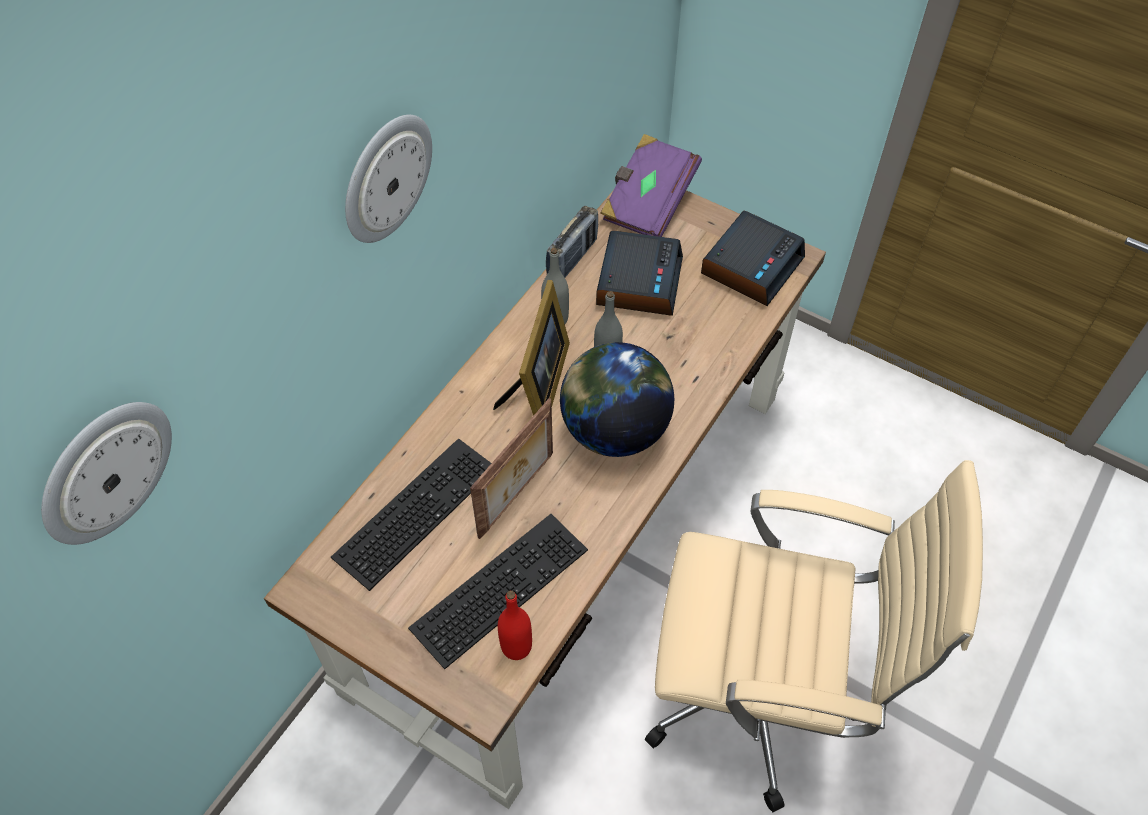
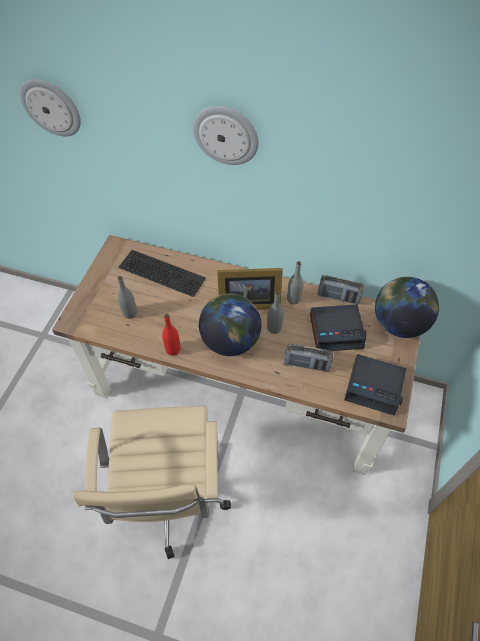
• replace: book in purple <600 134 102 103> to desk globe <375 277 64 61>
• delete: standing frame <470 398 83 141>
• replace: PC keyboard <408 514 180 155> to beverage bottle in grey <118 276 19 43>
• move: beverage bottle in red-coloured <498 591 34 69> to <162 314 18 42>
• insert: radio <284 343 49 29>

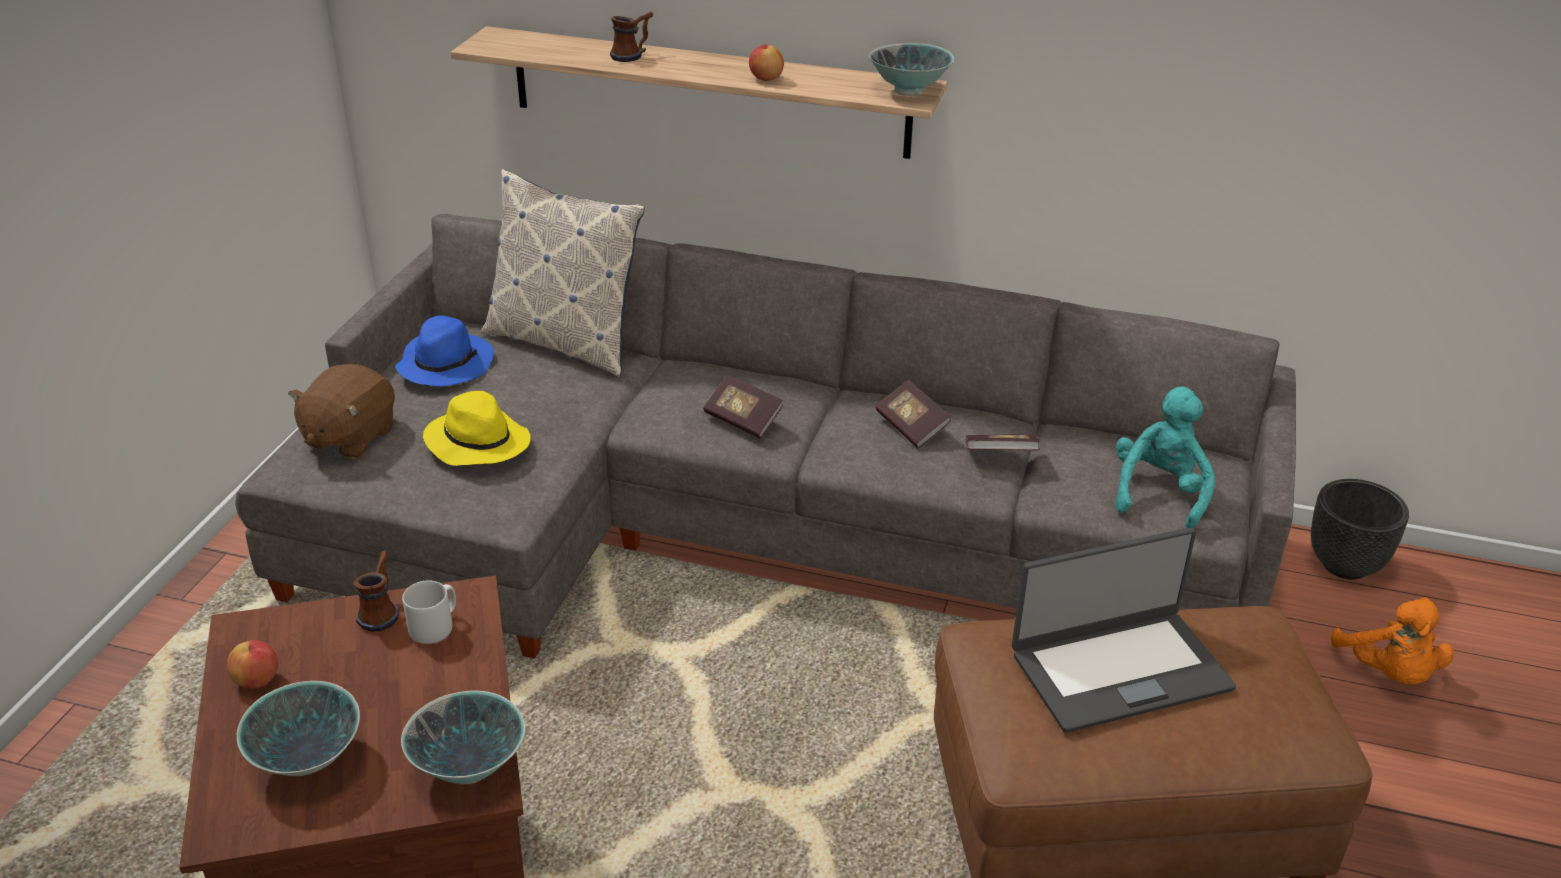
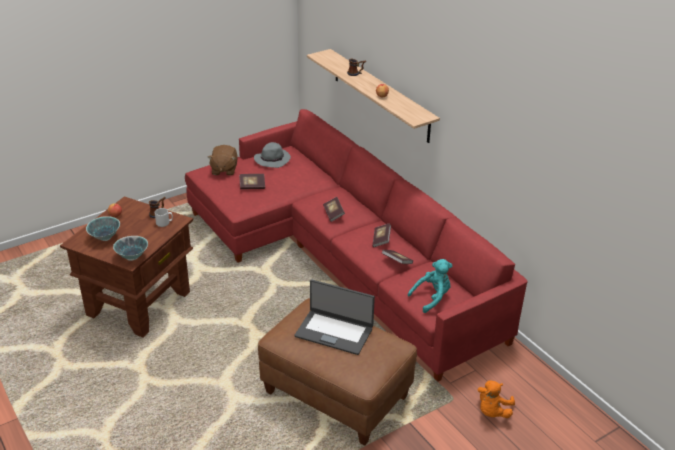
• delete: serving bowl <869 43 85 53>
• delete: pillow <481 169 164 208>
• recolor: sofa in grey <235 214 1061 445> to sofa in red-coloured <185 109 342 273>
• recolor: clothing hat in blue-coloured <395 316 99 70> to clothing hat in grey <254 142 37 26>
• rotate: cuddly toy in brownish <288 364 107 95> = <207 145 31 30> 60 degrees counterclockwise
• replace: clothing hat in yellow-coloured <423 391 107 75> to book <239 174 26 15>
• delete: flower pot in black-coloured <1311 479 98 101>

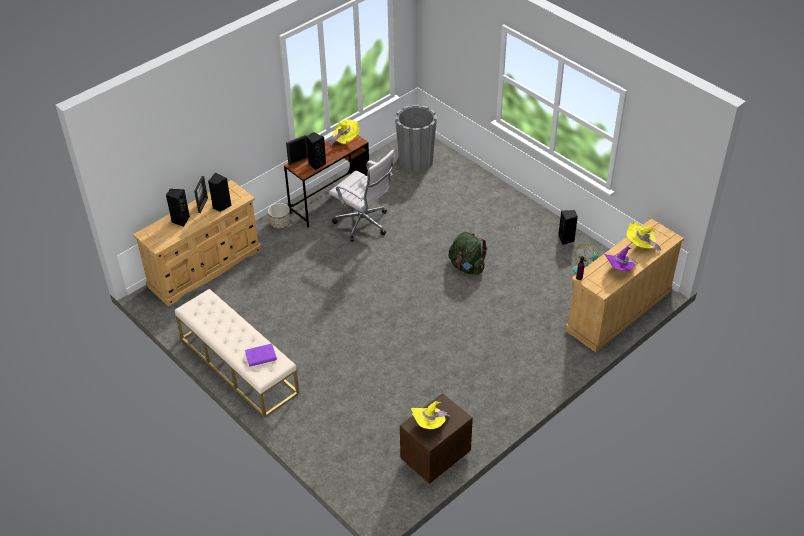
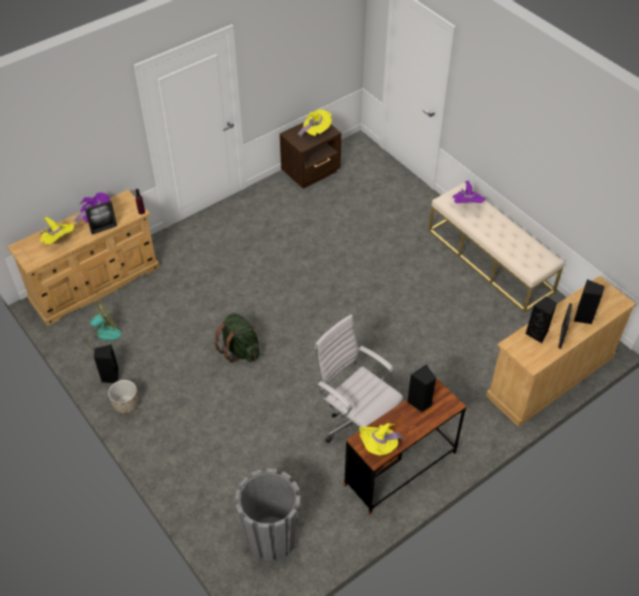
• move: standing frame <286 135 22 31> to <85 201 32 34>
• move: flower pot <268 203 22 26> to <108 380 31 34>
• replace: book in purple <245 344 32 23> to clothing hat in purple <452 181 33 23>

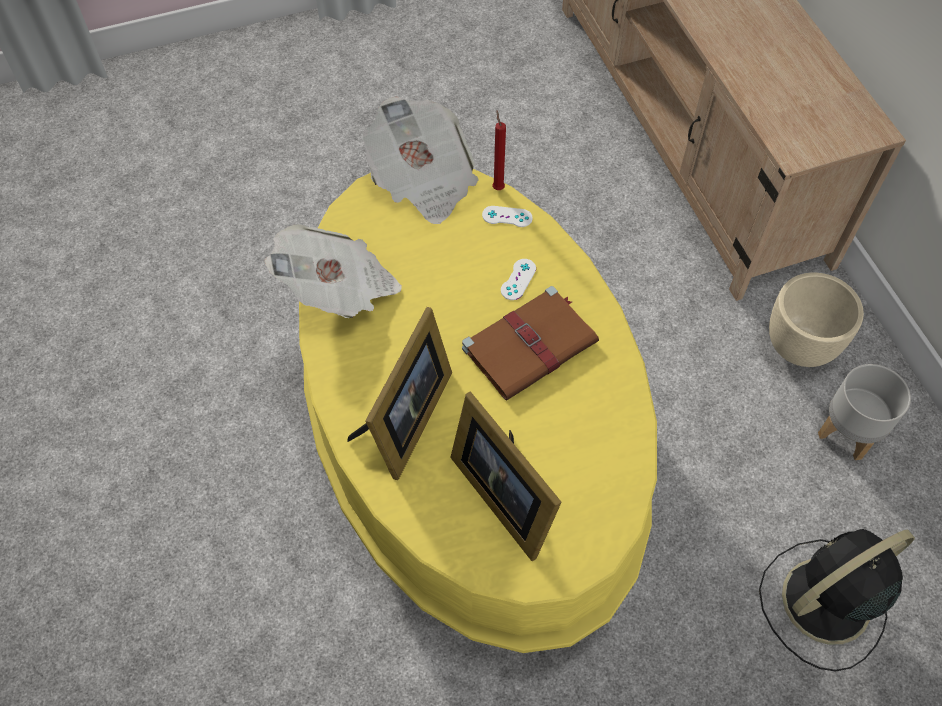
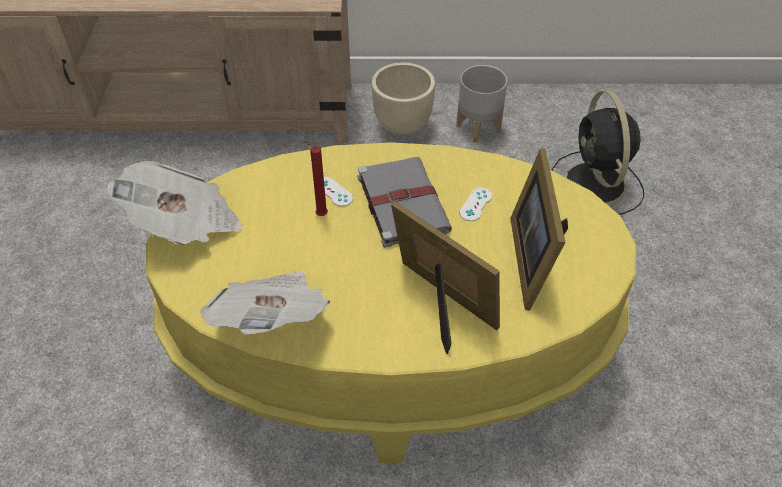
• move: wax light in red-coloured <493 111 13 79> to <303 141 25 75>
• move: gamepad in white <482 206 51 21> to <460 187 32 34>
• recolor: book in brownish <462 286 137 115> to book in grey <358 157 94 91>
• rotate: standing frame <450 391 112 170> = <510 148 58 162> 105 degrees clockwise

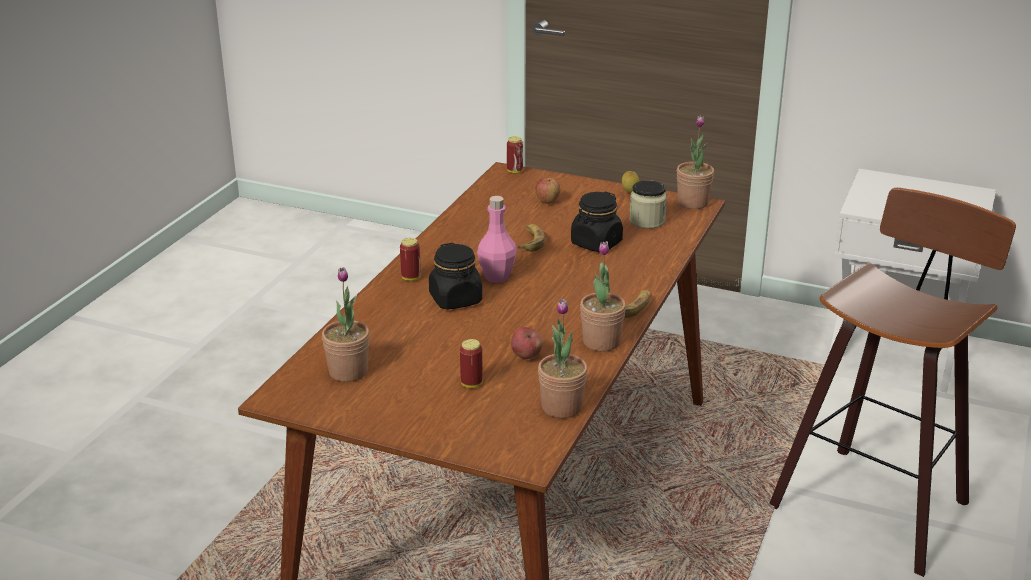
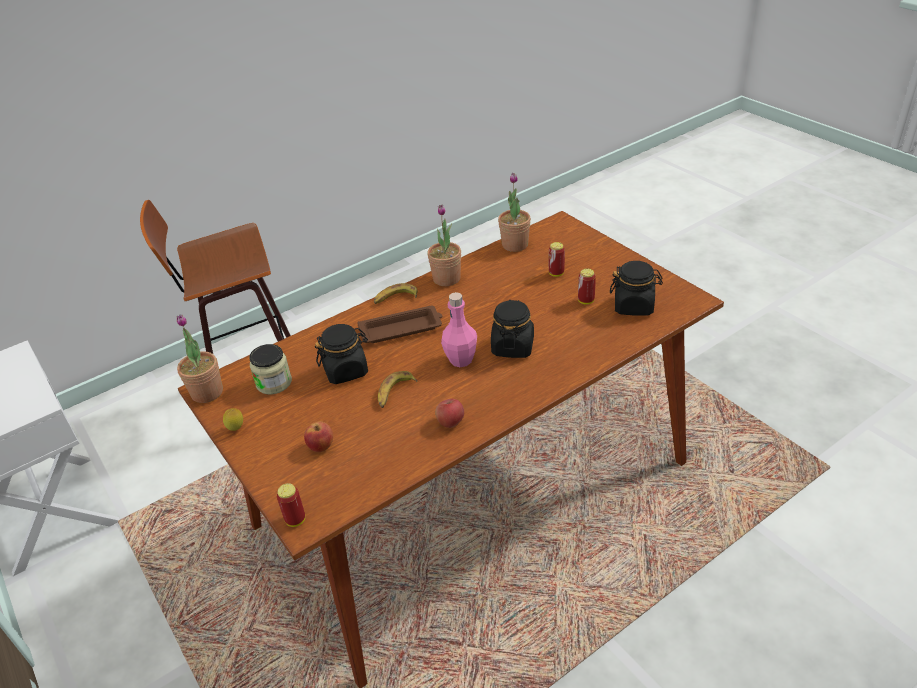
• move: can <400 238 21 43> to <578 269 18 36>
• replace: potted plant <322 267 48 115> to jar in black-coloured <610 261 53 55>
• move: apple fruit <511 327 32 32> to <435 399 29 29>
• insert: serving tray in brownish <357 305 85 38>

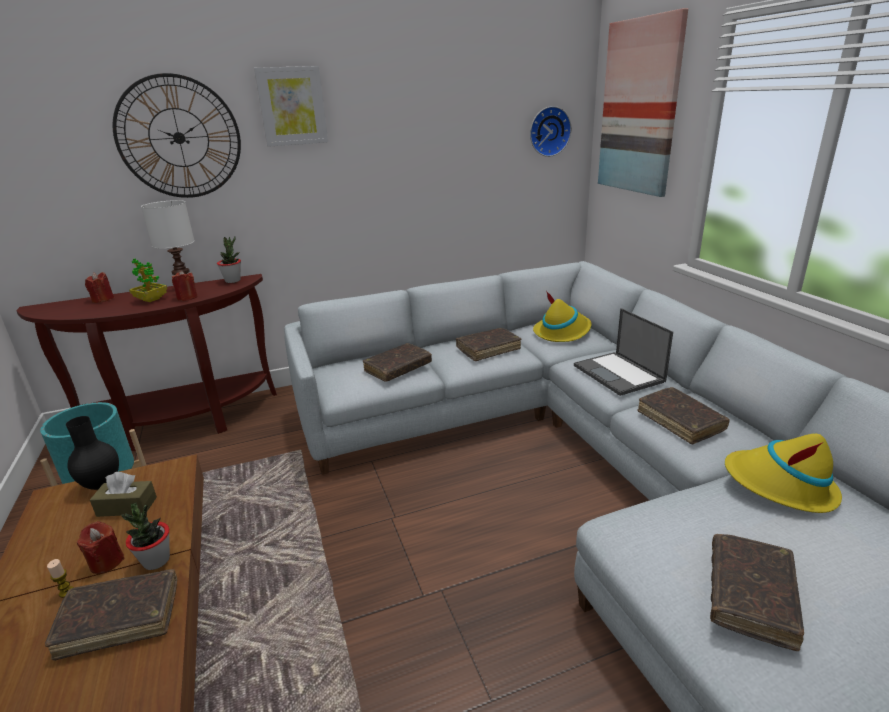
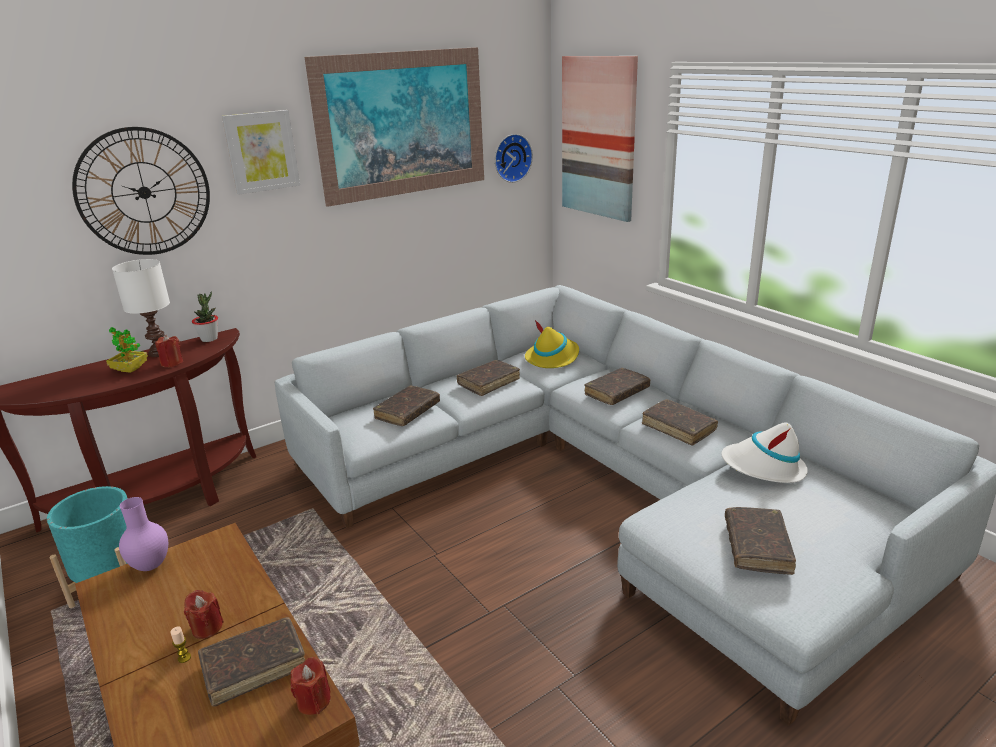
• move: wax light in red-coloured <85 272 29 31> to <291 657 40 58>
• replace: portable computer <574 308 99 88> to book in brownish <585 368 65 37>
• recolor: vase in black-coloured <66 416 53 74> to vase in purple <119 497 49 74>
• recolor: clothing hat in yellow-coloured <725 433 117 80> to clothing hat in white <721 422 87 61>
• delete: tissue holder in brownish <90 472 67 45>
• delete: potted plant <121 503 49 67>
• insert: picture <304 47 180 160>

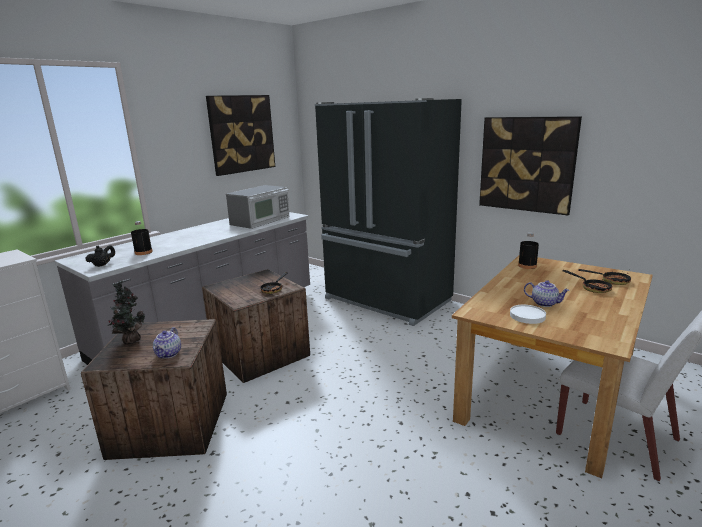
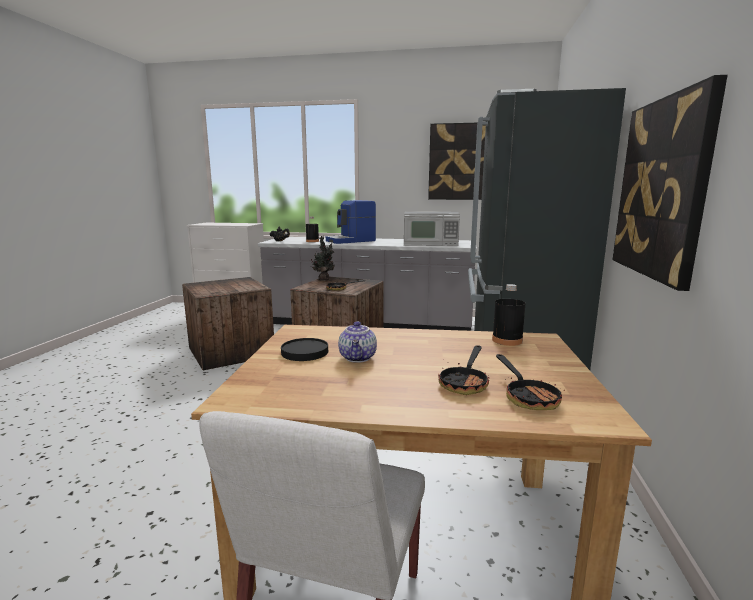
• move: potted plant <107 281 38 63> to <311 236 24 44>
• recolor: dinner plate in white <510 305 36 19> to dinner plate in black-coloured <281 338 47 23>
• delete: tea pot <153 327 28 32>
• insert: coffee brewer <326 200 50 44>

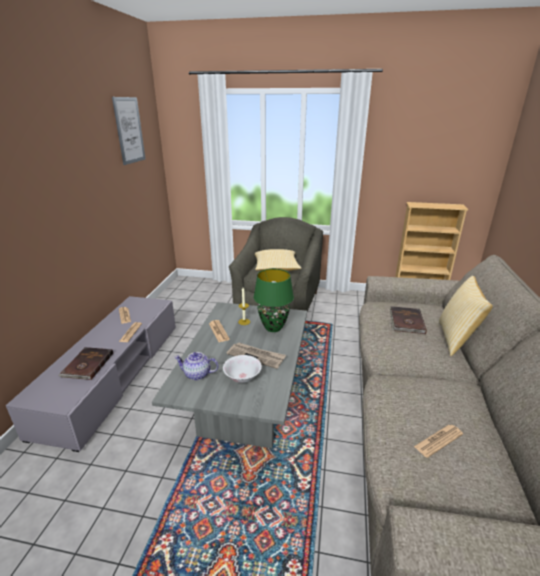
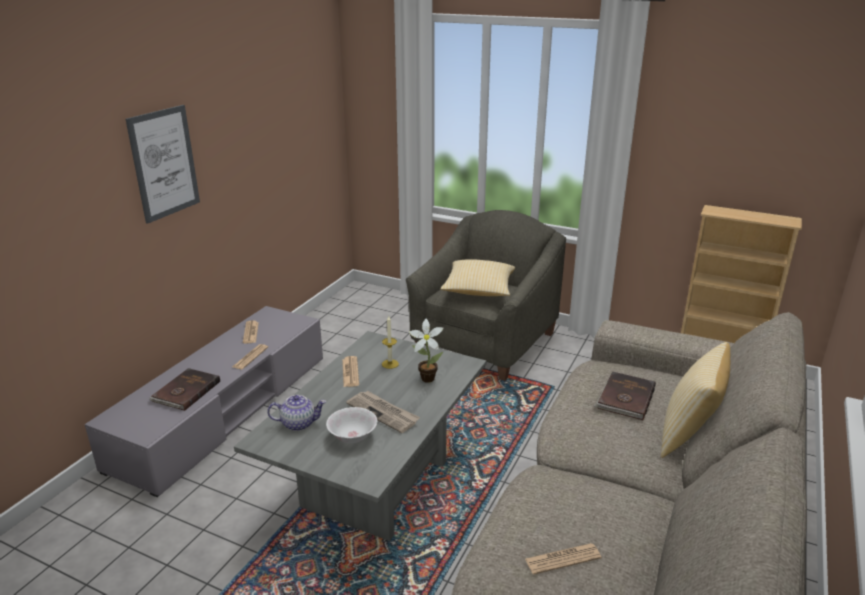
• move: picture <112 97 34 68> to <126 105 74 119>
• replace: table lamp in greenish <254 269 40 63> to potted plant <409 319 35 64>
• rotate: tea pot <174 352 45 28> = <267 395 59 36> 150 degrees clockwise

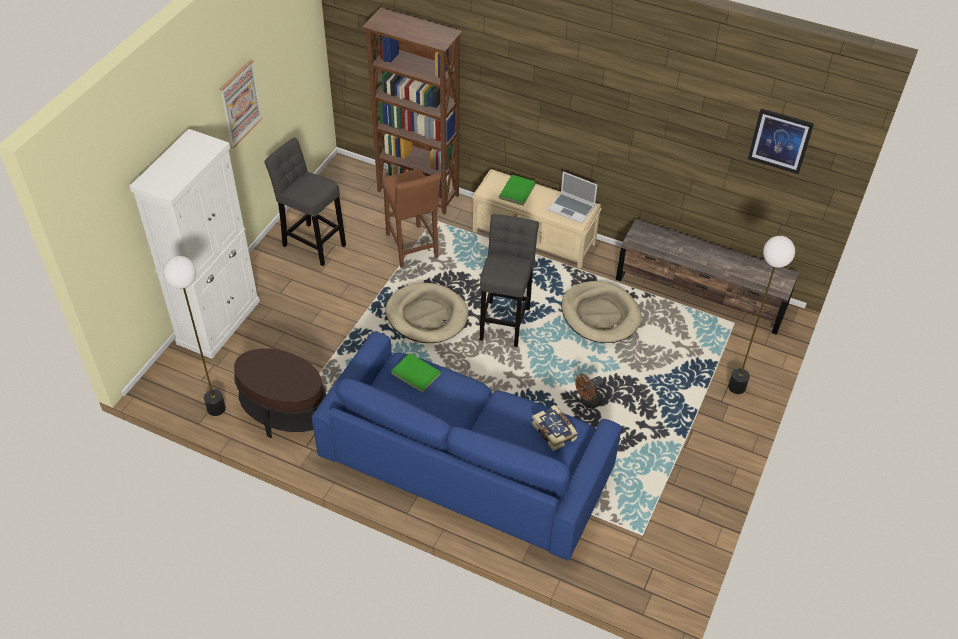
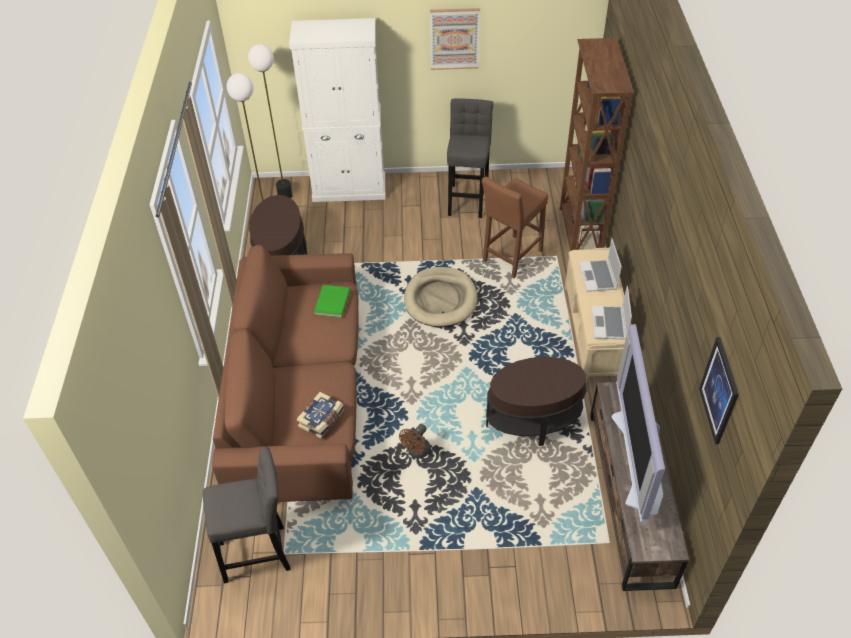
• replace: book in greenish <499 175 37 31> to portable computer <579 238 43 54>
• move: stool seat in grey <479 214 60 133> to <203 447 88 137>
• move: standing lamp <728 236 67 158> to <248 44 45 154>
• replace: dog bed in beige <561 281 81 62> to accent table in brownish <486 357 101 89>
• recolor: sofa in blue-coloured <312 331 310 230> to sofa in brownish <212 245 147 257>
• rotate: electric fan in brownish <575 374 28 34> = <399 424 31 34> 90 degrees counterclockwise
• insert: TV <611 324 54 201>

